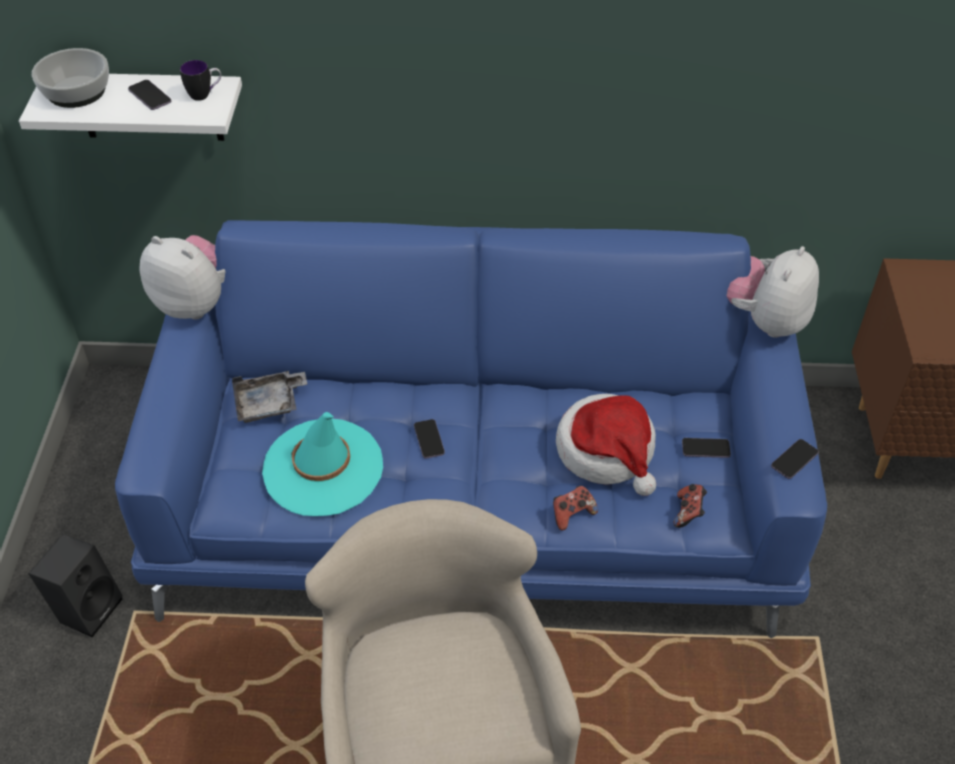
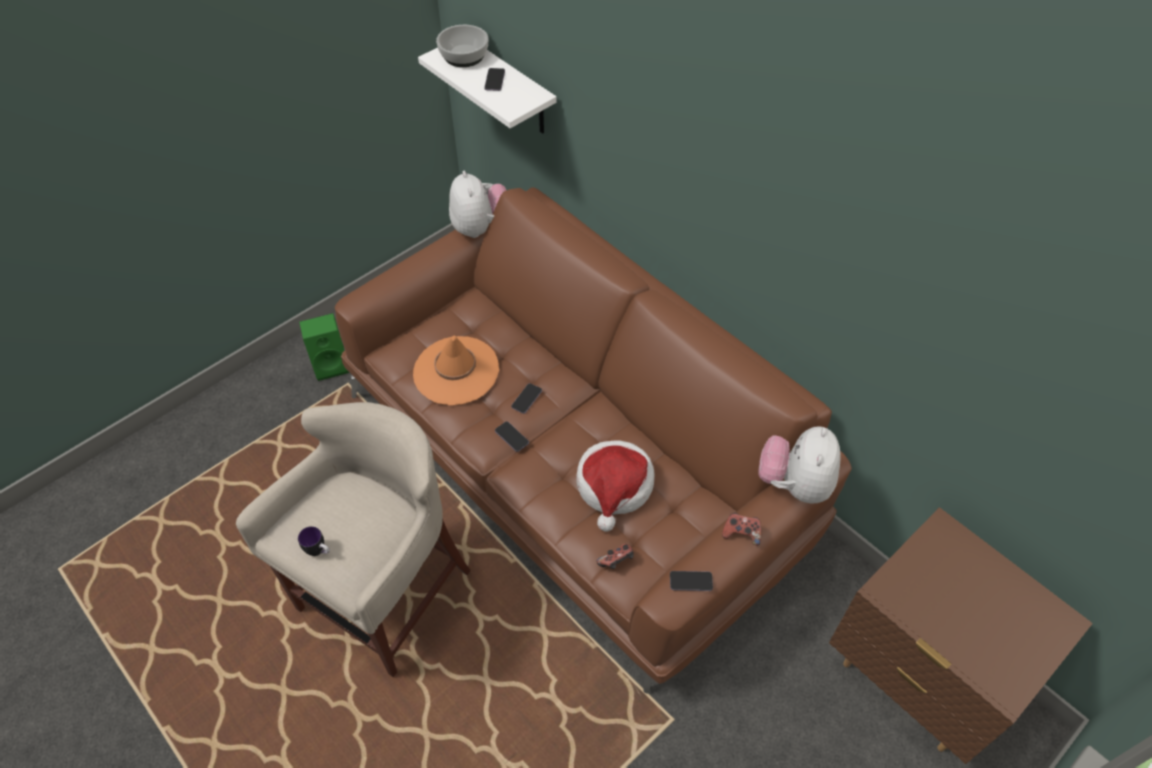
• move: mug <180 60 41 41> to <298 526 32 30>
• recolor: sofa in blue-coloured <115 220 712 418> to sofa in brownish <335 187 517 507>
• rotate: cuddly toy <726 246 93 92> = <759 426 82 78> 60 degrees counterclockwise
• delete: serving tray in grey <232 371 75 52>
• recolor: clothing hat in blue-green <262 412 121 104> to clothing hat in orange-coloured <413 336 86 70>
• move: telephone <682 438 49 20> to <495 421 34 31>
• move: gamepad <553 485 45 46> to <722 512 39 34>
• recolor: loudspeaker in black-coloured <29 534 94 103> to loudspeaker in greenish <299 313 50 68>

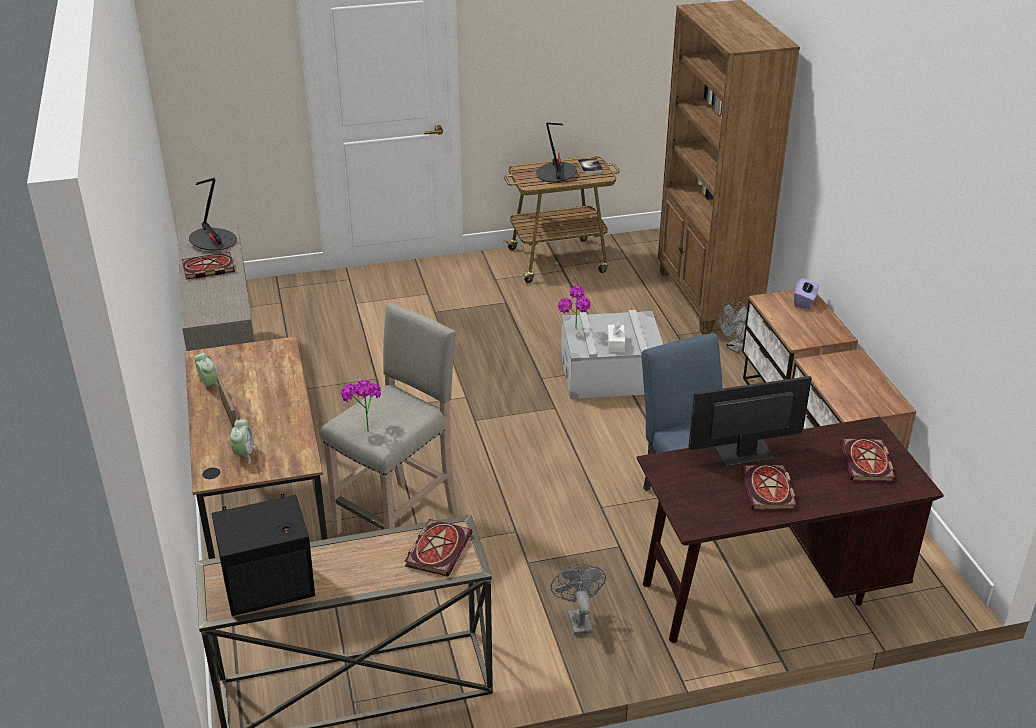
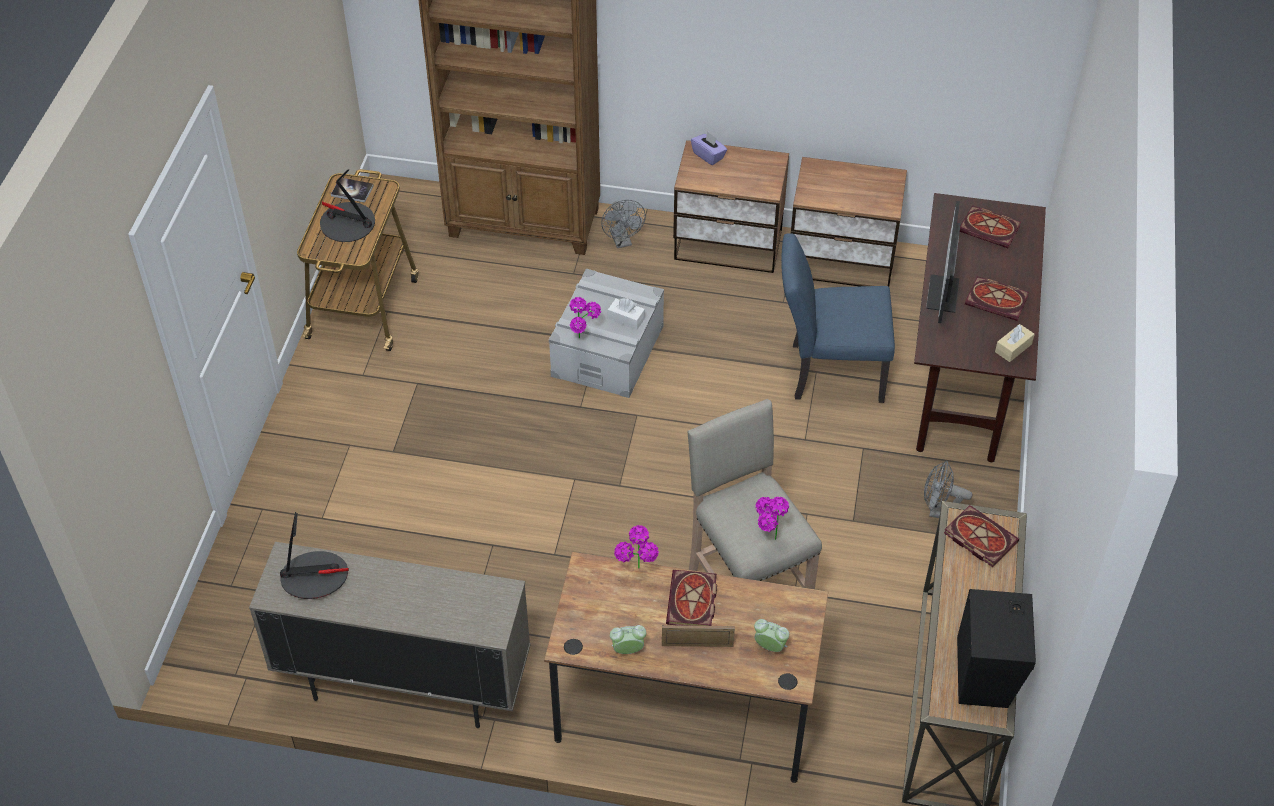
• move: book <182 252 53 27> to <666 570 51 56>
• insert: tissue holder in beige <995 324 40 38>
• insert: potted plant <614 525 45 43>

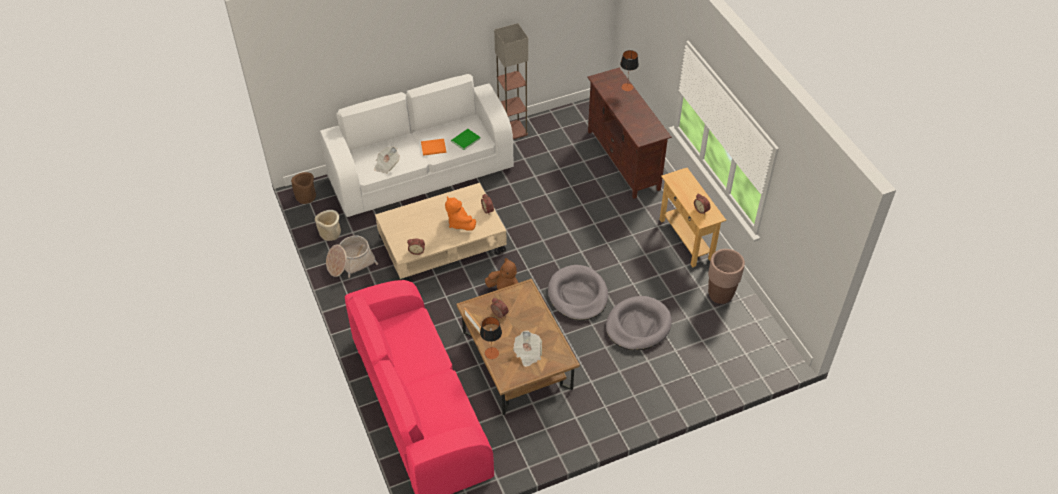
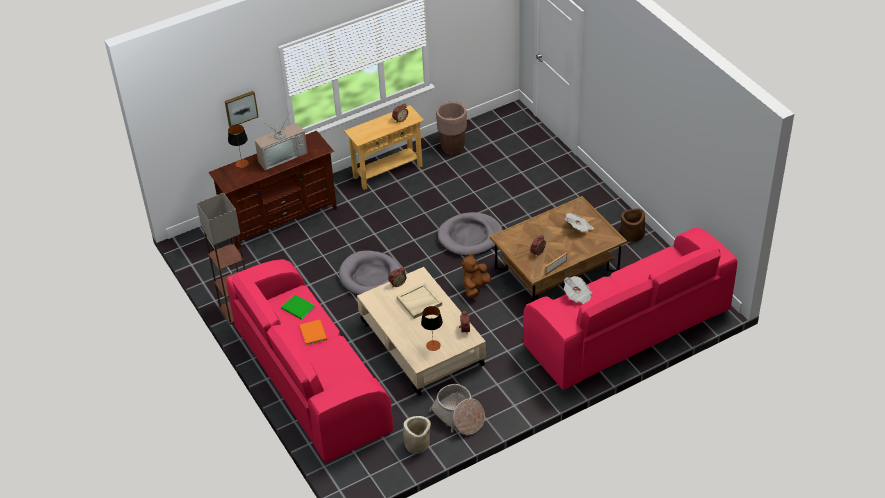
• recolor: sofa in white <320 74 194 143> to sofa in pink-coloured <226 259 168 204>
• move: newspaper <374 147 26 27> to <564 276 28 28>
• move: flower pot in brownish <291 172 25 32> to <621 208 24 34>
• replace: cuddly toy in orange-coloured <445 196 31 35> to serving tray in beige <397 283 45 36>
• move: dog bed in grey <606 296 66 54> to <339 251 62 44>
• move: table lamp <480 317 22 42> to <421 306 22 45>
• insert: picture <225 91 34 36>
• insert: TV <255 112 52 58>

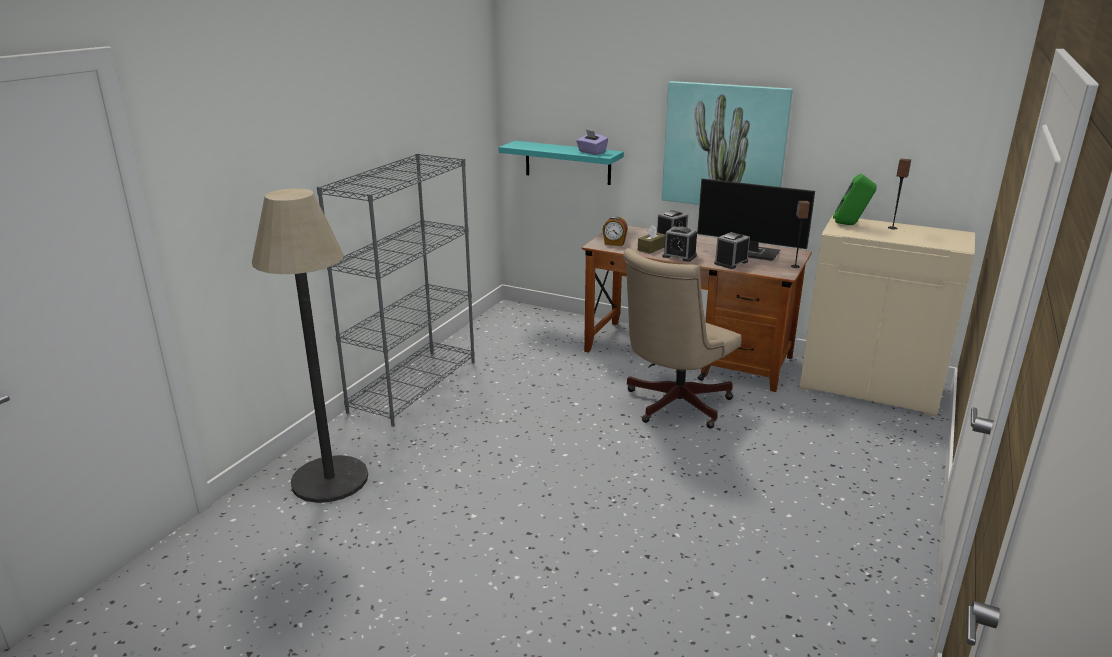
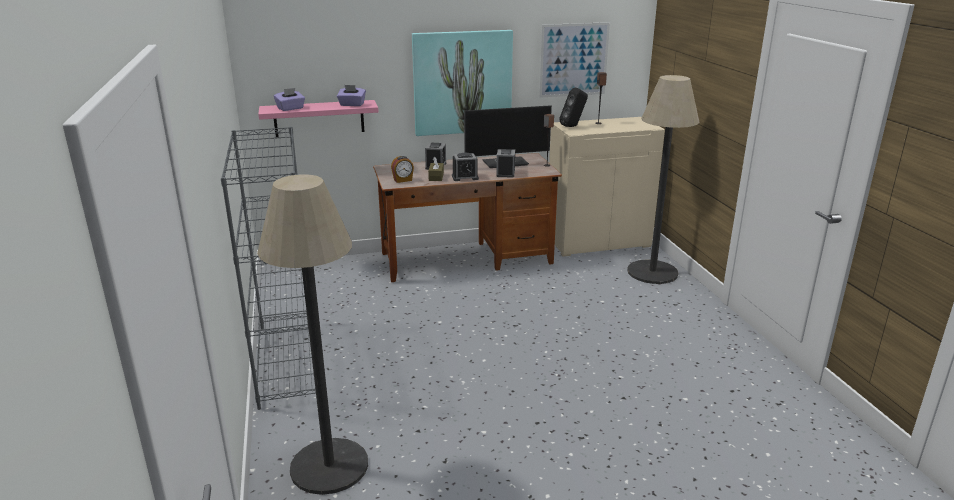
• recolor: bracket shelf in blue-green <498 141 126 44> to bracket shelf in pink-coloured <258 100 121 37>
• recolor: loudspeaker in greenish <833 174 44 51> to loudspeaker in black-coloured <559 87 29 40>
• delete: office chair in beige <623 248 118 181>
• insert: picture <539 22 71 76>
• insert: standing lamp <627 75 72 209>
• insert: tissue holder in purple <274 88 31 23>

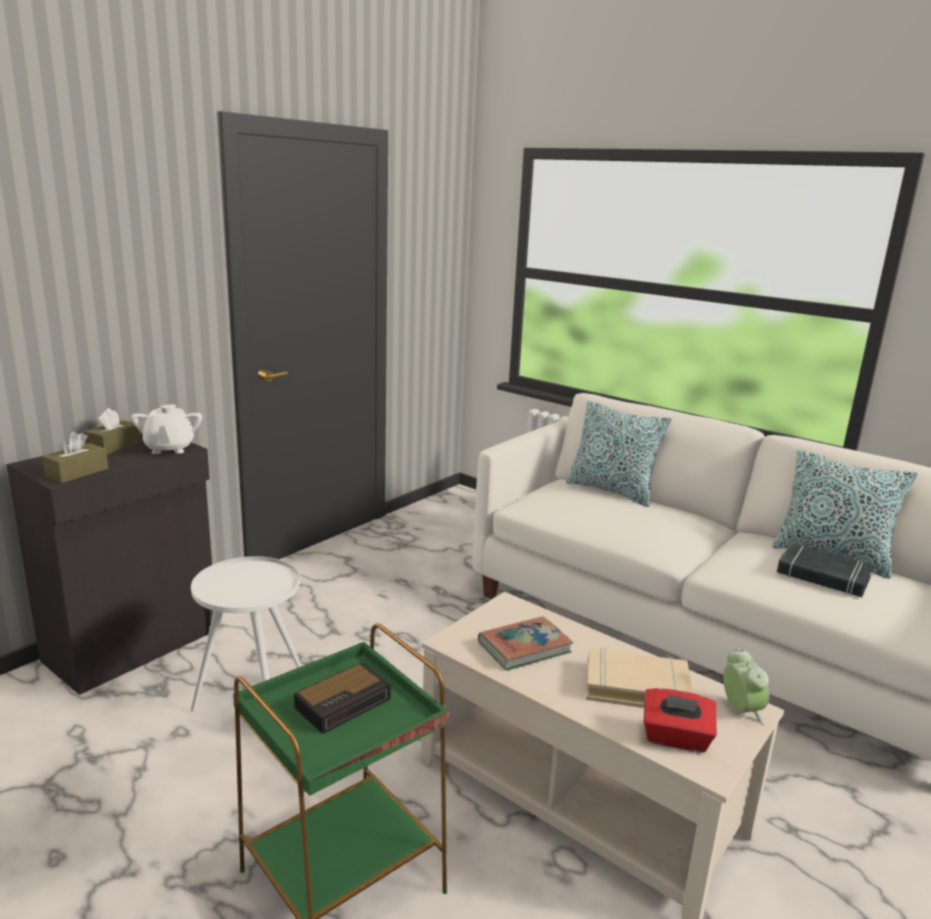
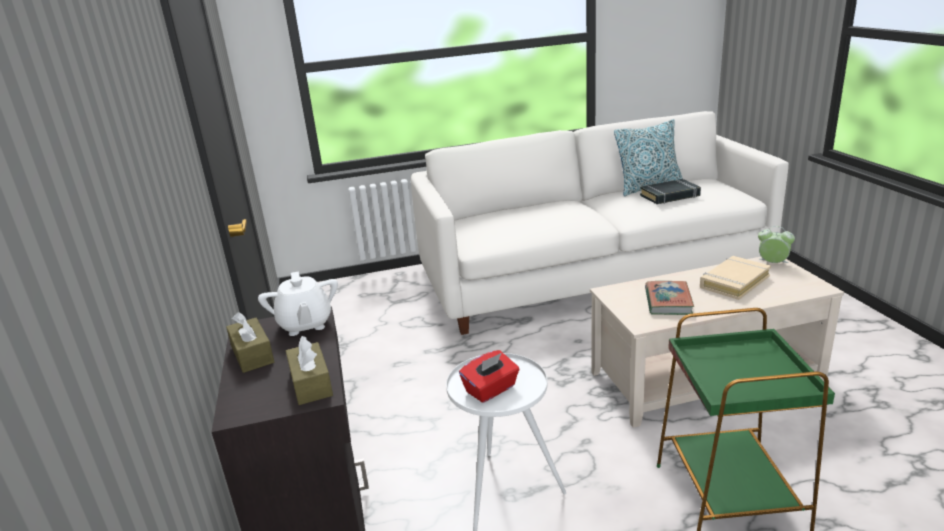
• delete: pillow <566 401 106 106>
• rotate: tea pot in white <131 404 71 50> = <258 271 80 65> 45 degrees clockwise
• delete: bedside clock <294 662 97 72>
• move: tissue holder in red-coloured <644 688 73 65> to <459 350 61 53>

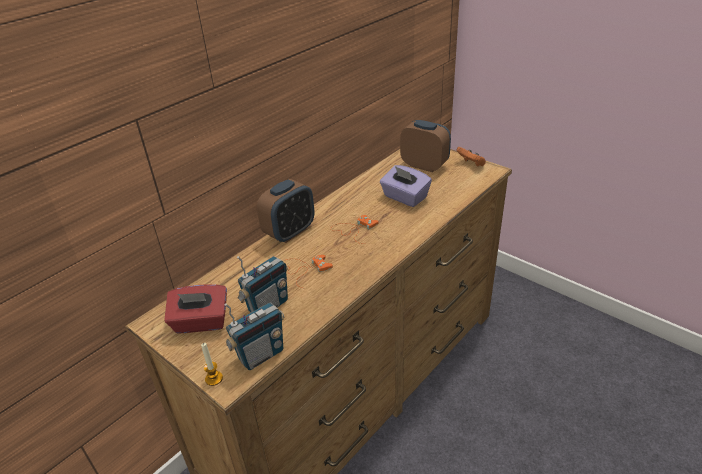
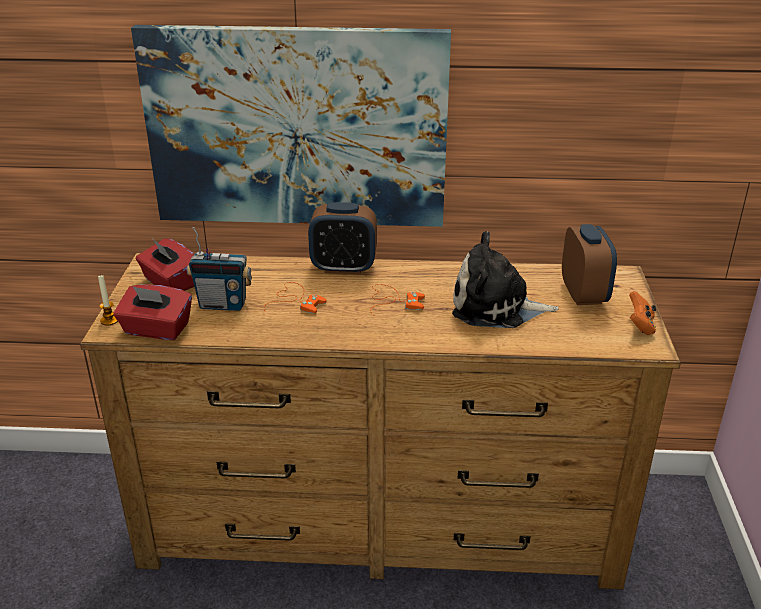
• replace: tissue holder in purple <380 165 52 42> to cuddly toy <452 231 107 97>
• replace: radio <225 302 59 68> to tissue holder in red-coloured <114 284 78 56>
• insert: picture <131 25 320 202>

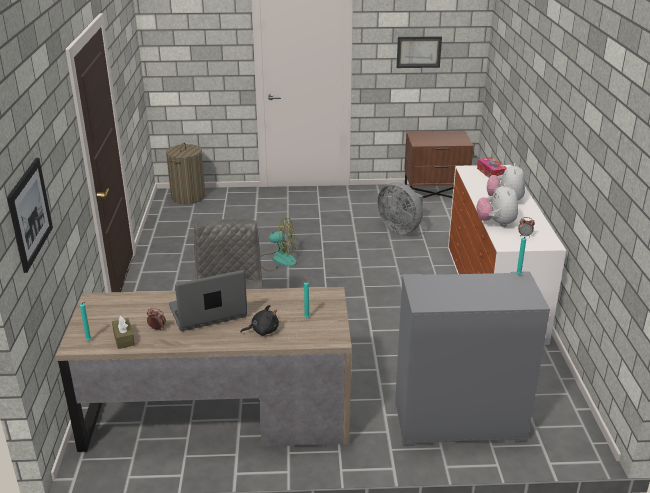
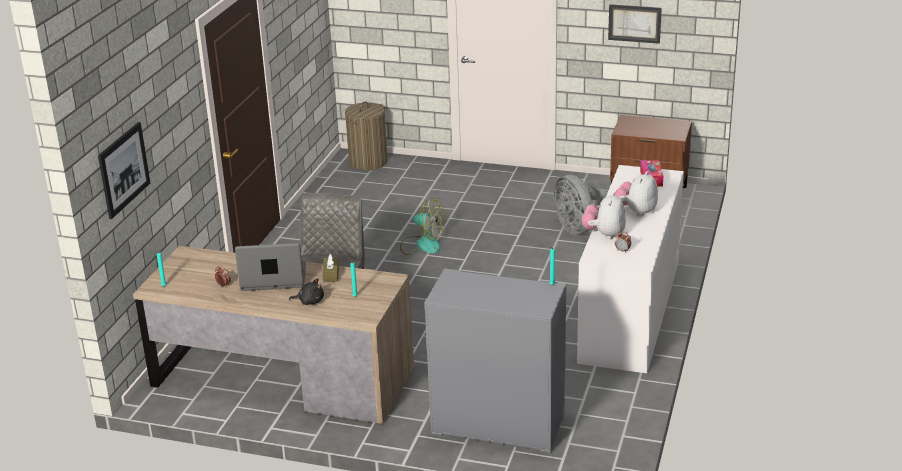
• move: tissue holder in brownish <112 316 23 33> to <322 254 17 28>

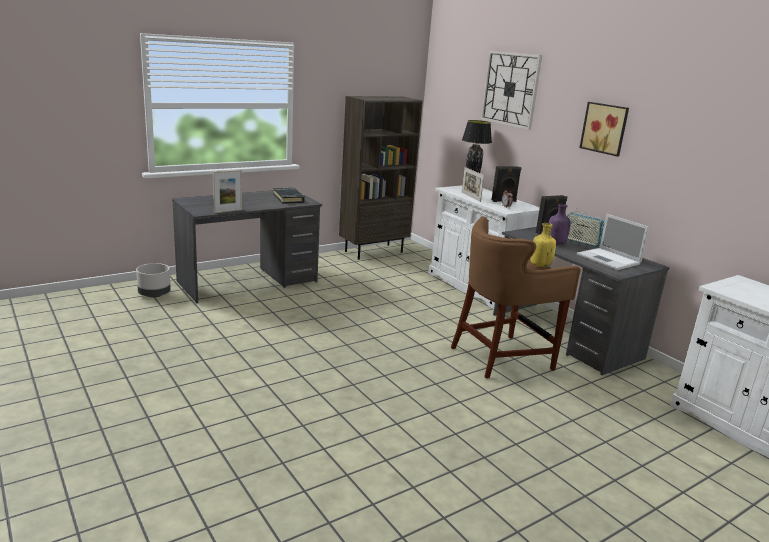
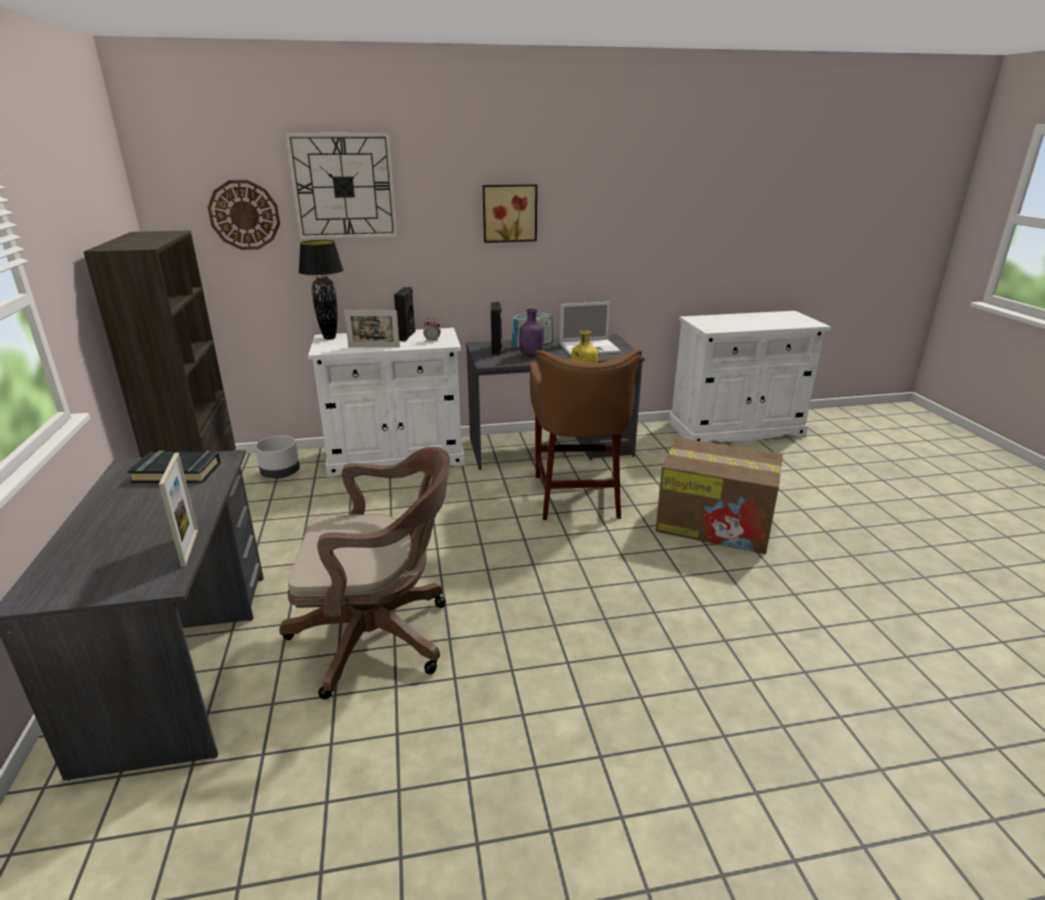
• move: flower pot in grey <136 263 35 34> to <255 436 45 43>
• insert: hanging clock <208 180 72 70>
• insert: packing box <655 437 128 117>
• insert: office chair in brownish <279 447 171 252>

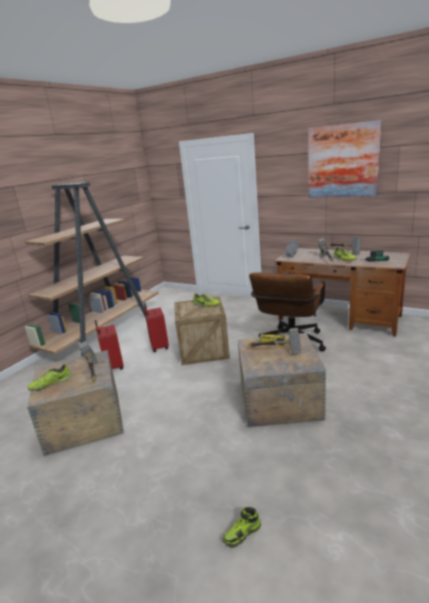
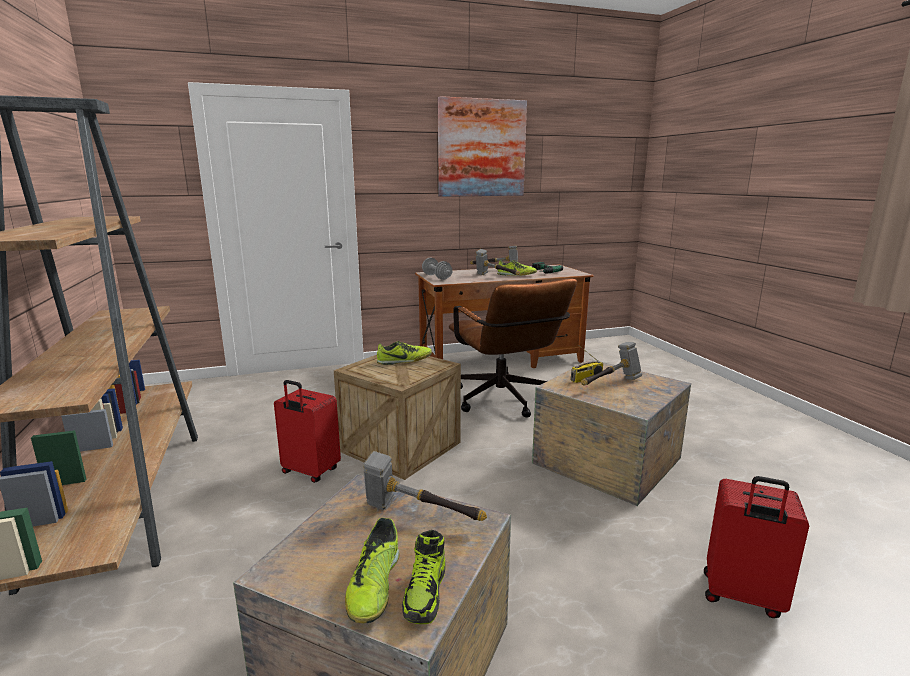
• move: travel case in red-coloured <95 320 29 50> to <704 476 105 142>
• move: low shoe <222 507 39 41> to <402 530 44 94>

